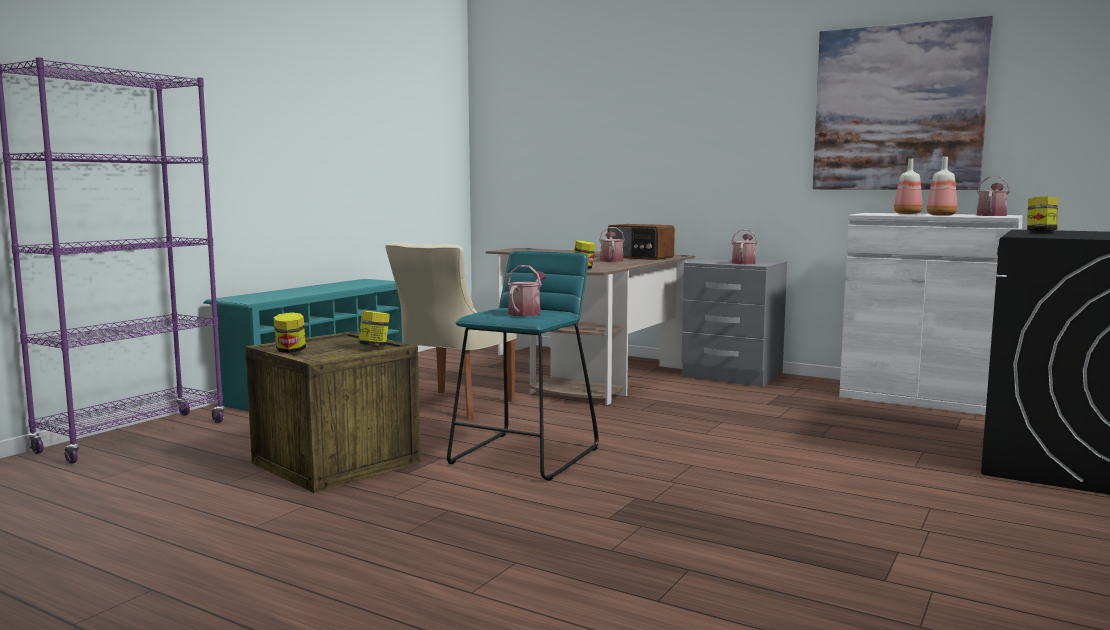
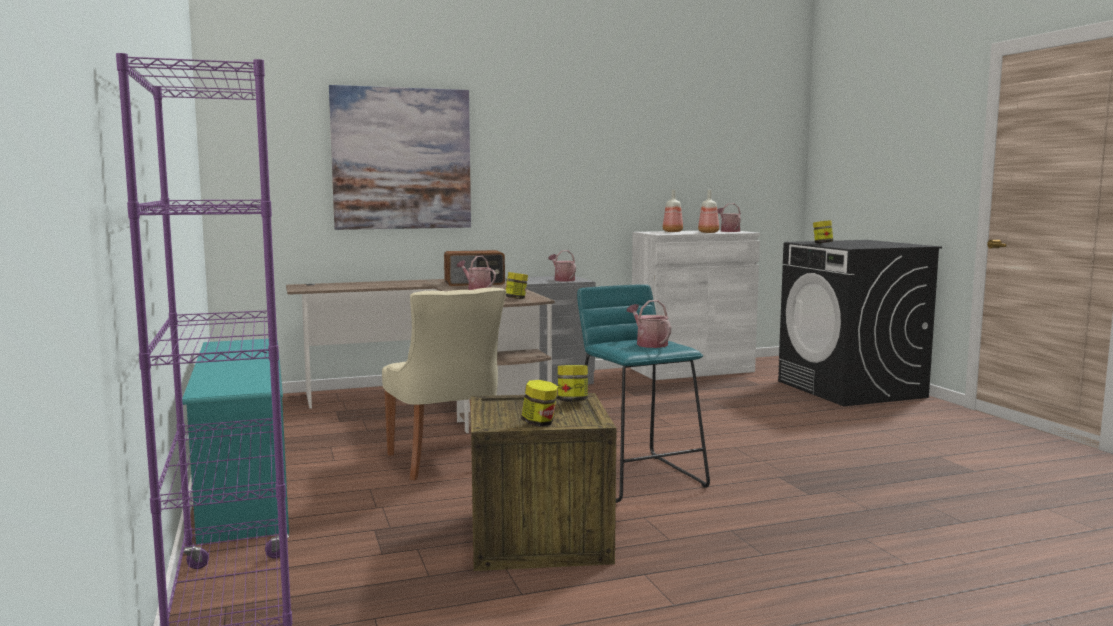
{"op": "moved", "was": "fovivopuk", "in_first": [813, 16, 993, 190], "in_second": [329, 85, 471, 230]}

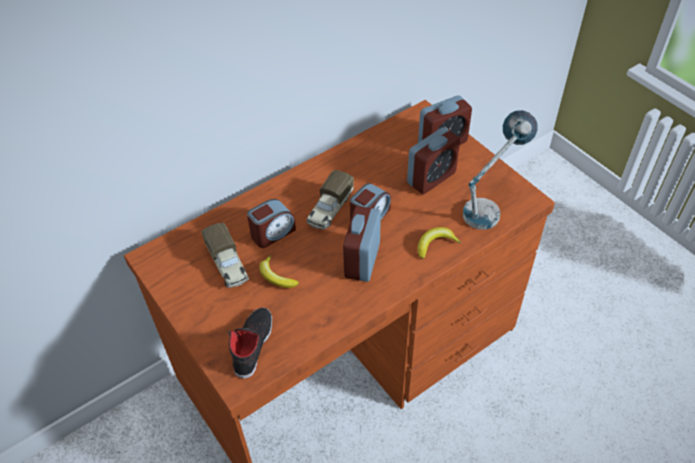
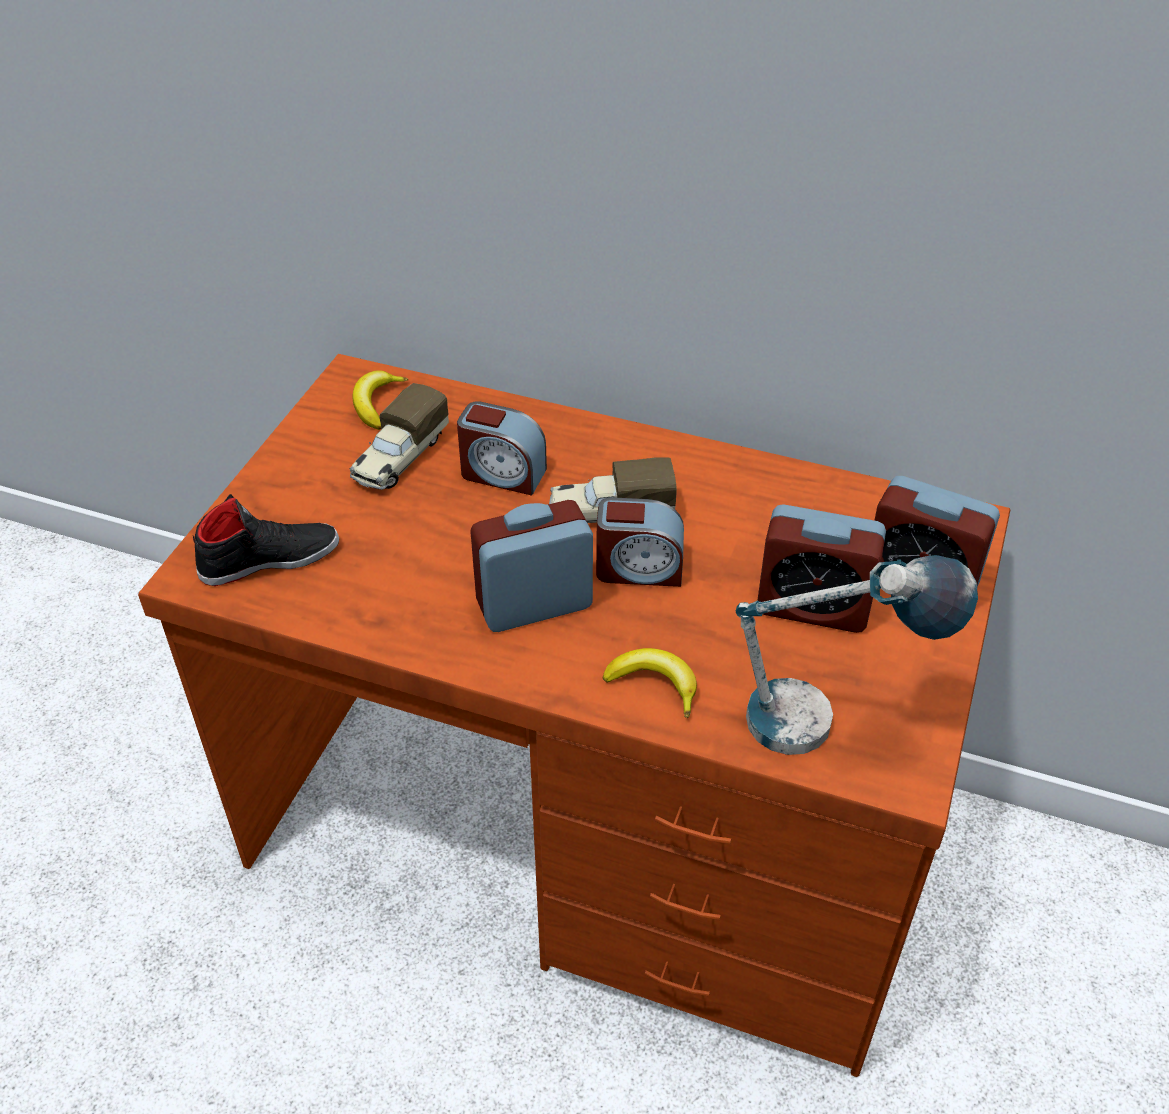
{"op": "moved", "was": "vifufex", "in_first": [259, 256, 299, 288], "in_second": [353, 370, 408, 430]}

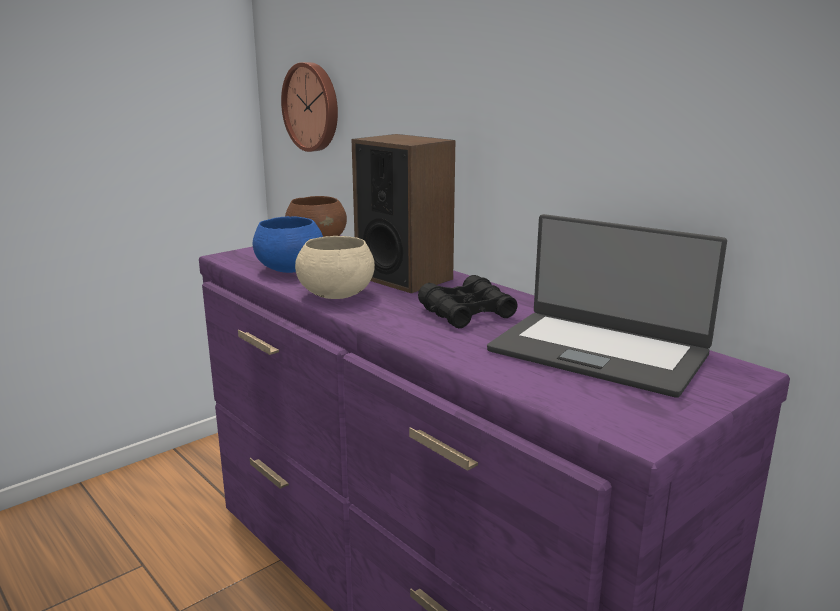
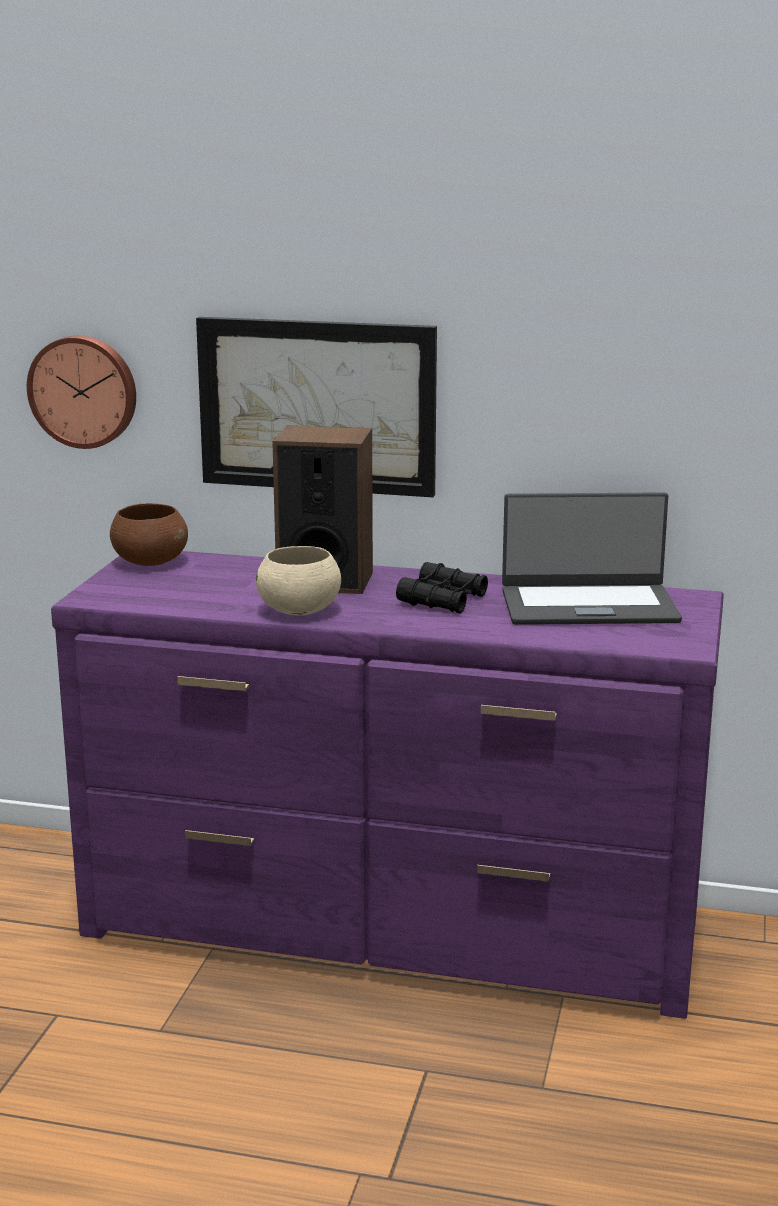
{"op": "removed", "was": "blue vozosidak", "in_first": [253, 216, 323, 273]}
{"op": "added", "now": "fovivopuk", "in_second": [196, 317, 437, 497]}

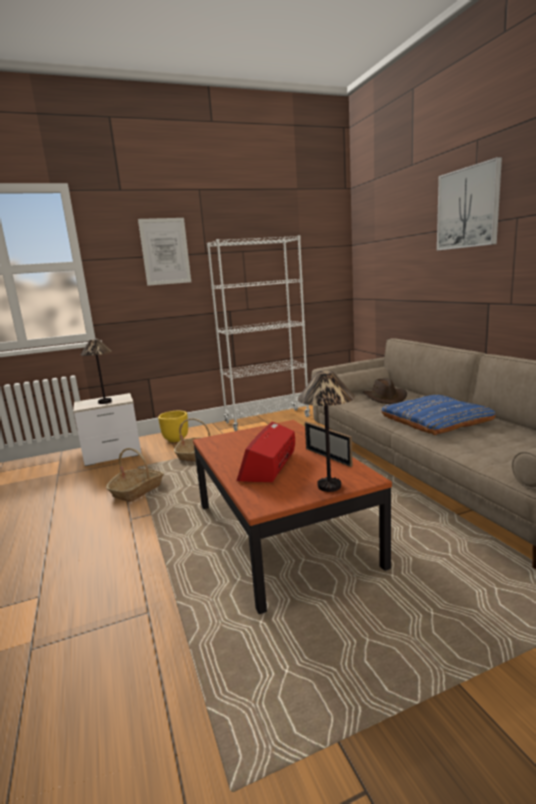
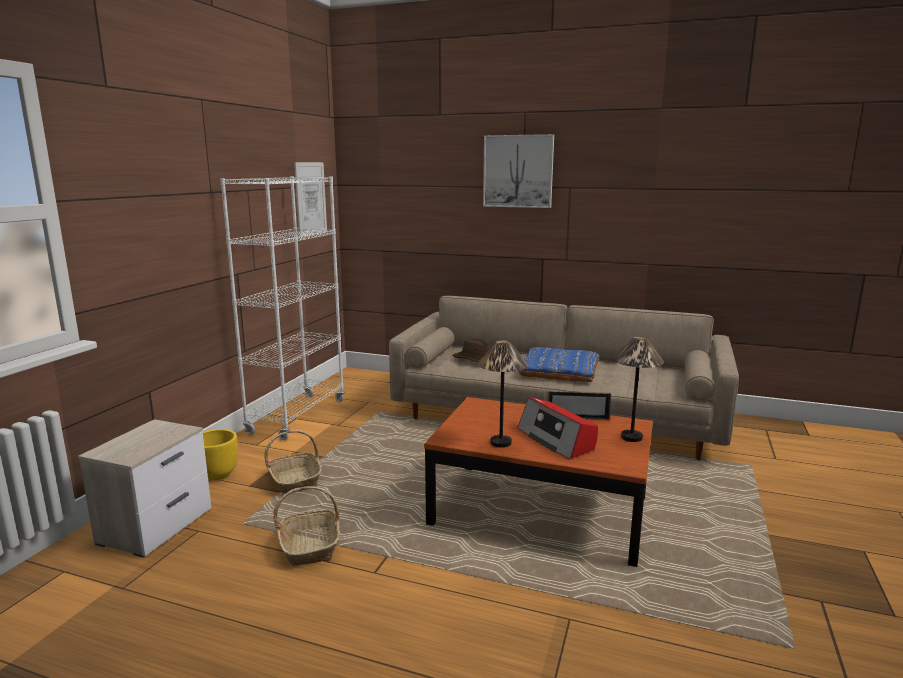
{"op": "moved", "was": "fovivopuk", "in_first": [138, 218, 191, 286], "in_second": [294, 162, 327, 236]}
{"op": "moved", "was": "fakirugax", "in_first": [81, 339, 112, 404], "in_second": [478, 340, 528, 448]}

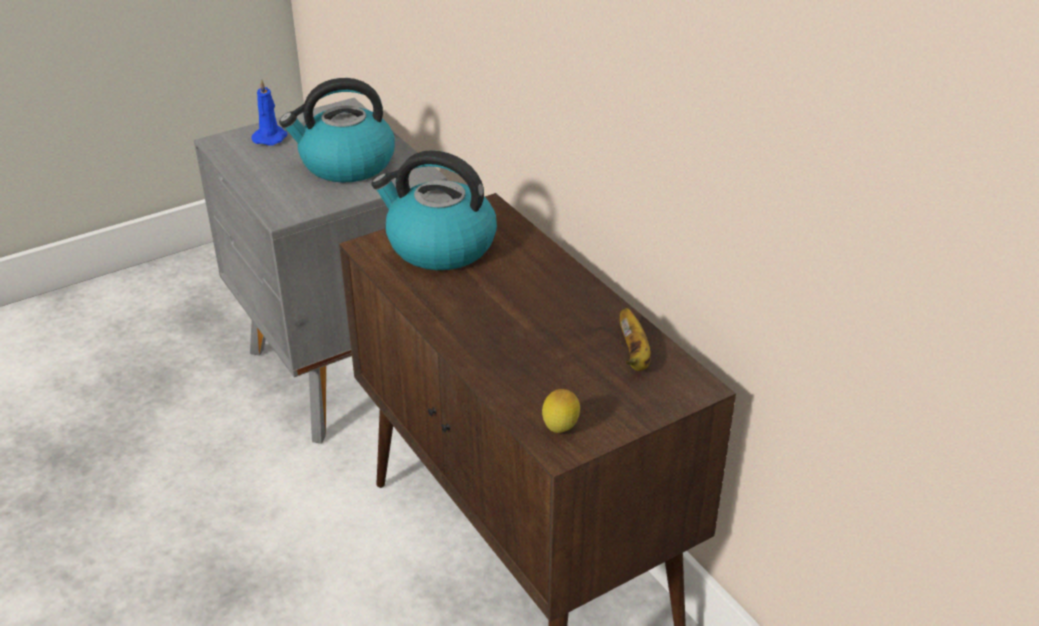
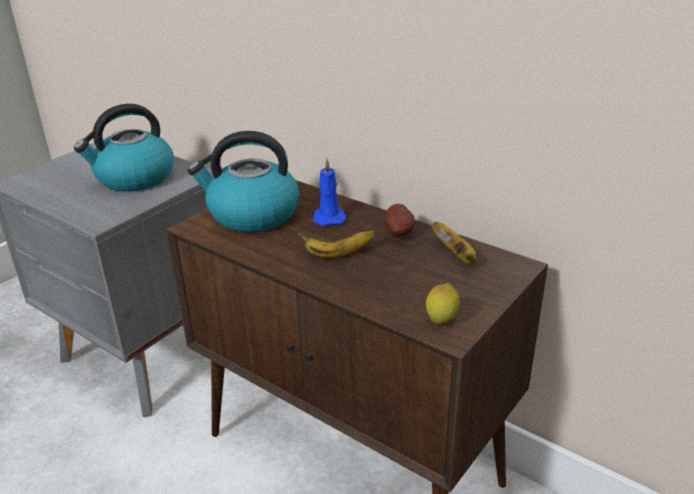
{"op": "moved", "was": "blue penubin", "in_first": [251, 78, 288, 146], "in_second": [313, 158, 347, 226]}
{"op": "added", "now": "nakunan", "in_second": [385, 204, 415, 236]}
{"op": "added", "now": "vifufex", "in_second": [296, 230, 375, 258]}

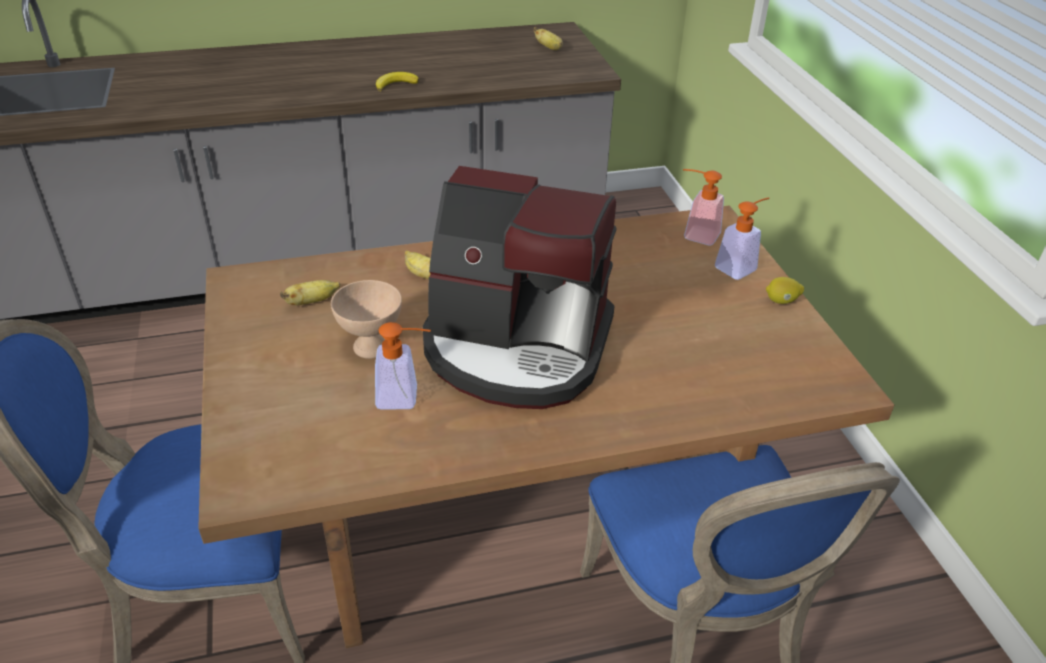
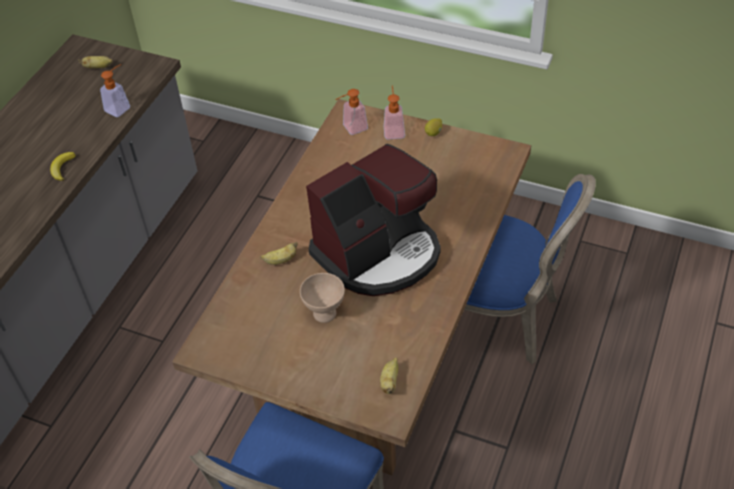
{"op": "moved", "was": "vifufex", "in_first": [280, 280, 340, 306], "in_second": [380, 357, 398, 394]}
{"op": "moved", "was": "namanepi", "in_first": [375, 322, 431, 410], "in_second": [100, 64, 130, 117]}

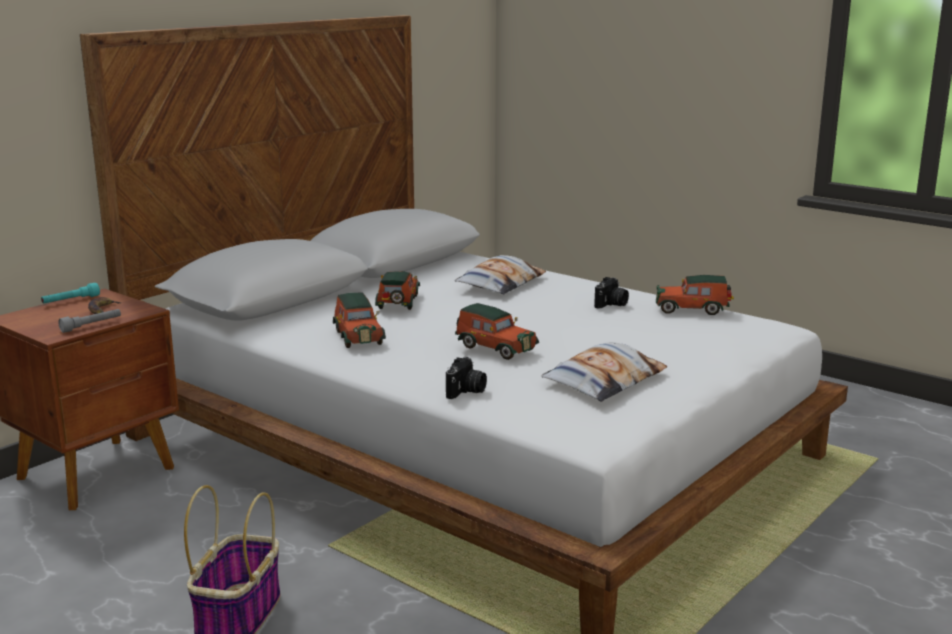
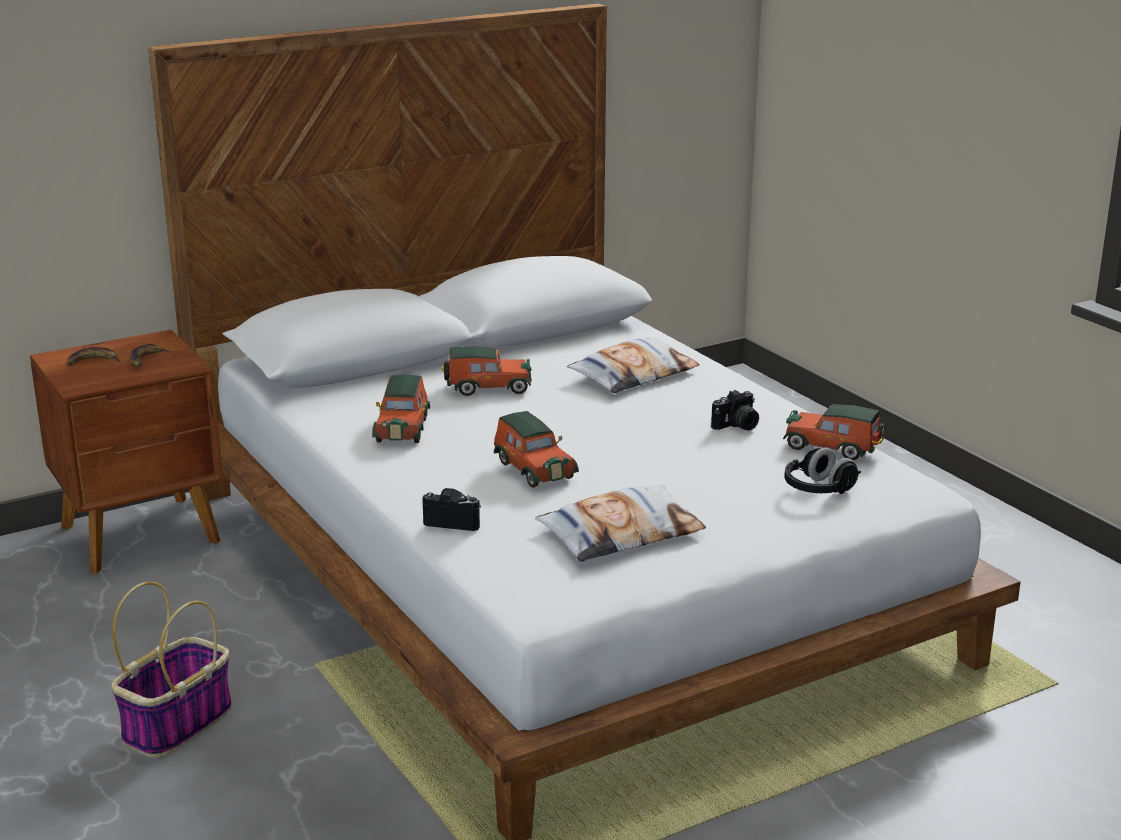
{"op": "turned", "was": "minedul", "in_first": [375, 271, 420, 310], "in_second": [441, 346, 532, 396], "clockwise": 60}
{"op": "removed", "was": "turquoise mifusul", "in_first": [41, 283, 100, 304]}
{"op": "removed", "was": "grey mifusul", "in_first": [58, 309, 121, 333]}
{"op": "turned", "was": "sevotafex", "in_first": [446, 357, 487, 399], "in_second": [422, 488, 481, 531], "clockwise": -120}
{"op": "added", "now": "vifufex", "in_second": [67, 347, 120, 366]}
{"op": "added", "now": "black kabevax", "in_second": [784, 447, 861, 494]}

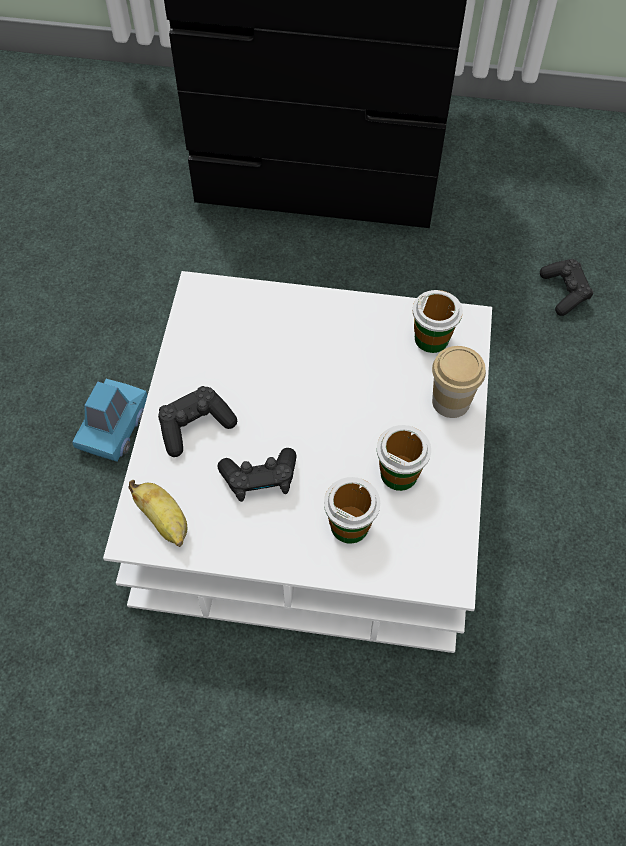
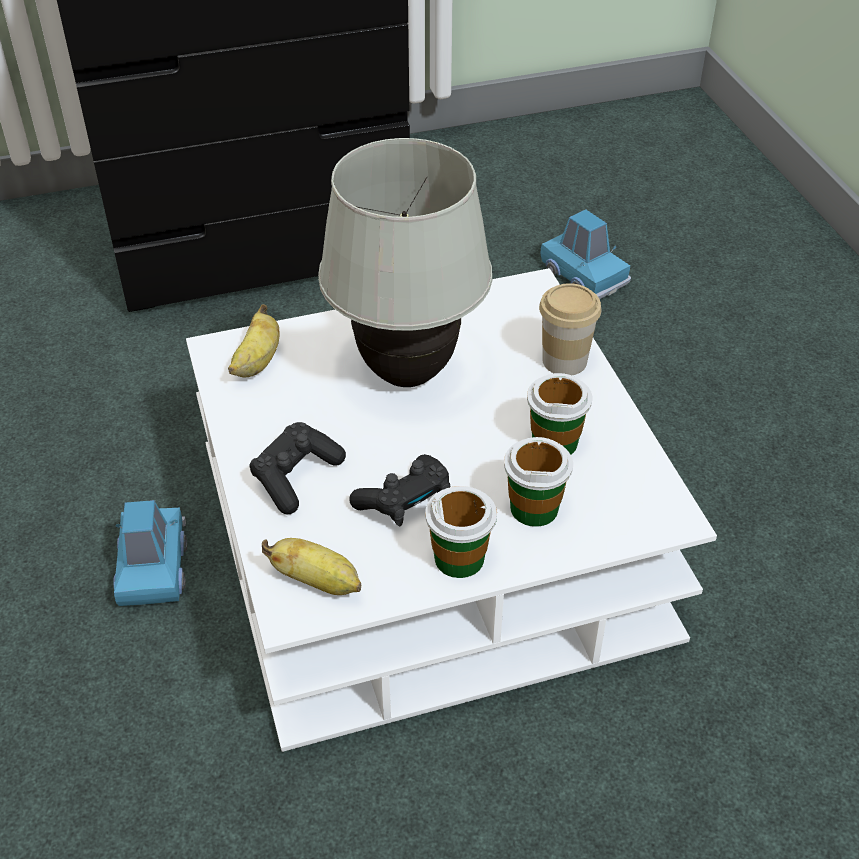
{"op": "replaced", "was": "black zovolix", "now": "blue minedul", "in_first": [540, 259, 593, 316], "in_second": [540, 209, 631, 299]}
{"op": "moved", "was": "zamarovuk", "in_first": [412, 290, 463, 353], "in_second": [425, 486, 497, 578]}
{"op": "added", "now": "white fakirugax", "in_second": [318, 138, 492, 387]}
{"op": "added", "now": "vifufex", "in_second": [228, 304, 279, 377]}

